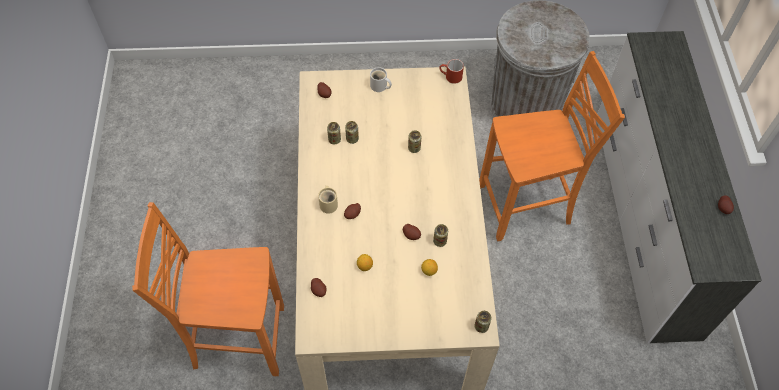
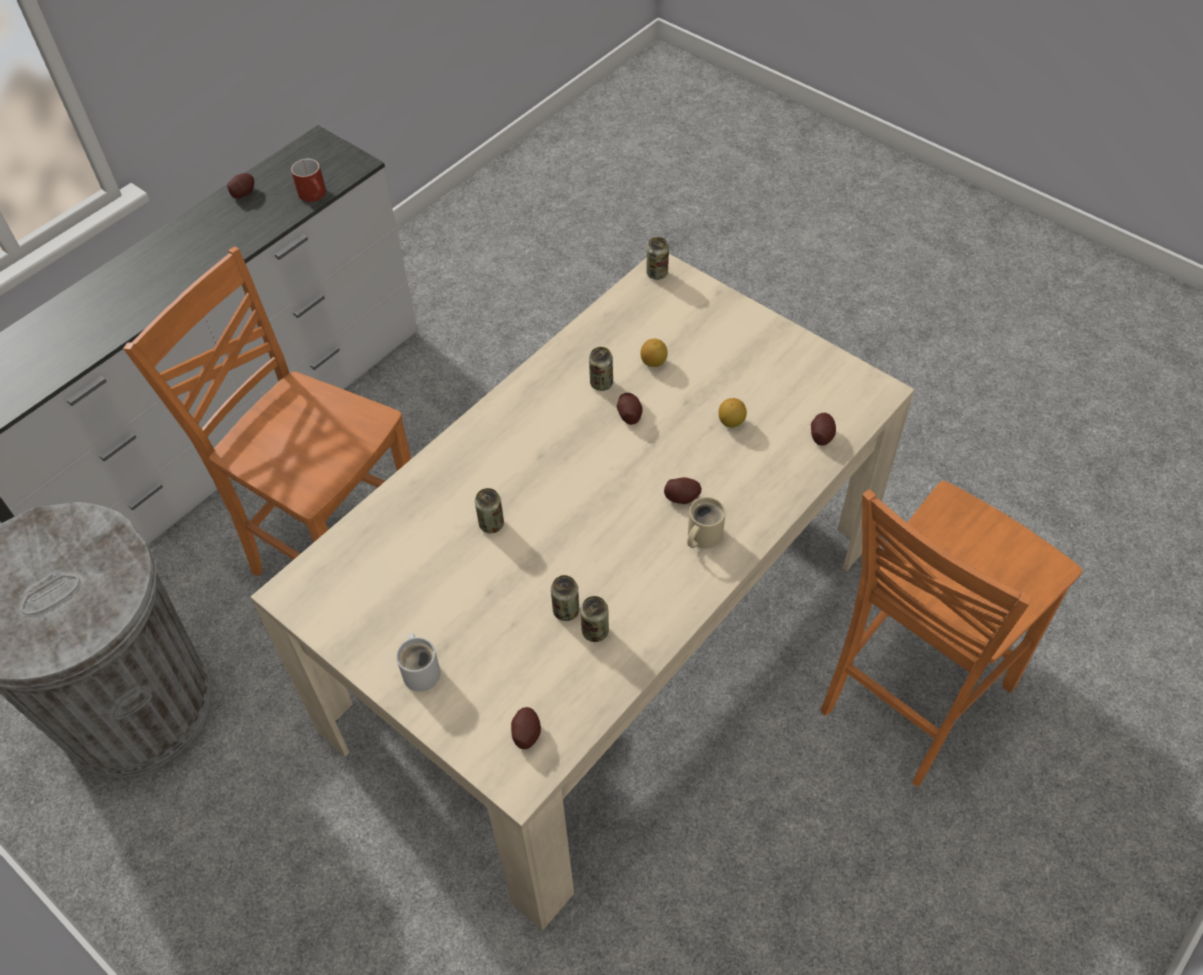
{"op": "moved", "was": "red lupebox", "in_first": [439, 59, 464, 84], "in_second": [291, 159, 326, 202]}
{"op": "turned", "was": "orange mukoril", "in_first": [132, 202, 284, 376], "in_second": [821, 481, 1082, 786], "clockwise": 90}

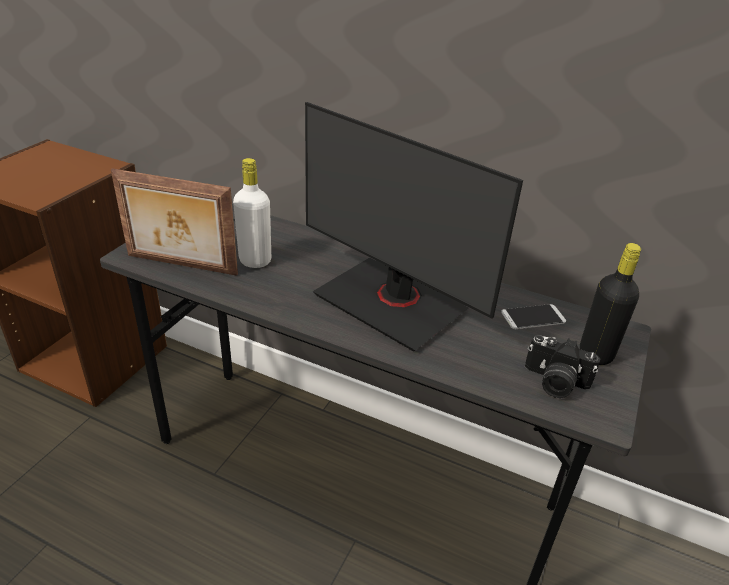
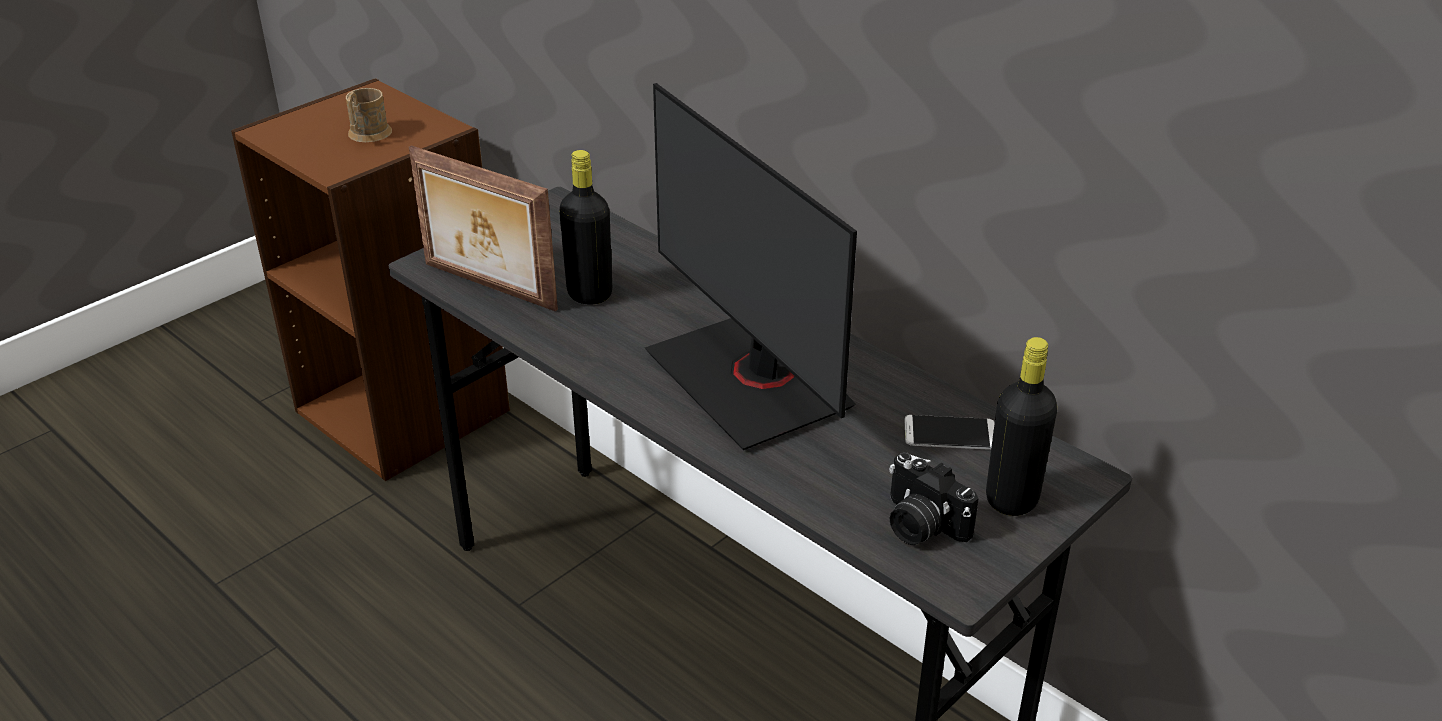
{"op": "recoloured", "was": "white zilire", "now": "black zilire", "in_first": [233, 158, 271, 268], "in_second": [559, 150, 612, 305]}
{"op": "added", "now": "brown lupebox", "in_second": [346, 88, 392, 142]}

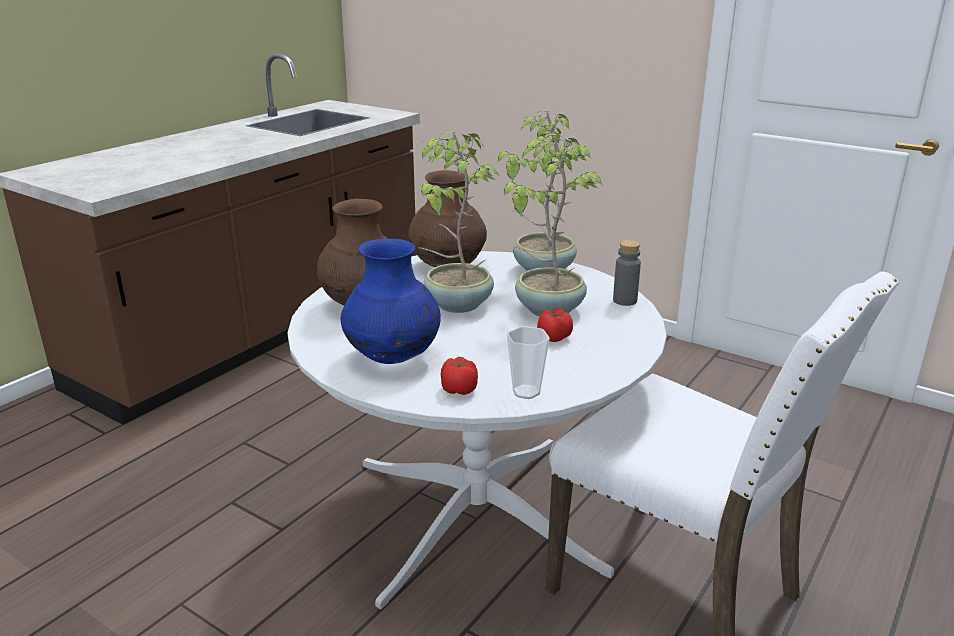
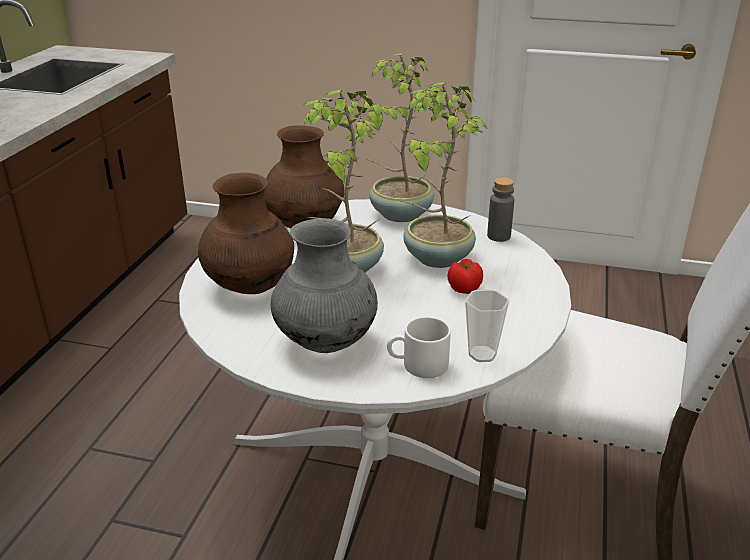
{"op": "recoloured", "was": "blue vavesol", "now": "grey vavesol", "in_first": [341, 239, 441, 364], "in_second": [271, 218, 378, 353]}
{"op": "replaced", "was": "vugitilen", "now": "white lupebox", "in_first": [441, 357, 478, 395], "in_second": [387, 317, 451, 378]}

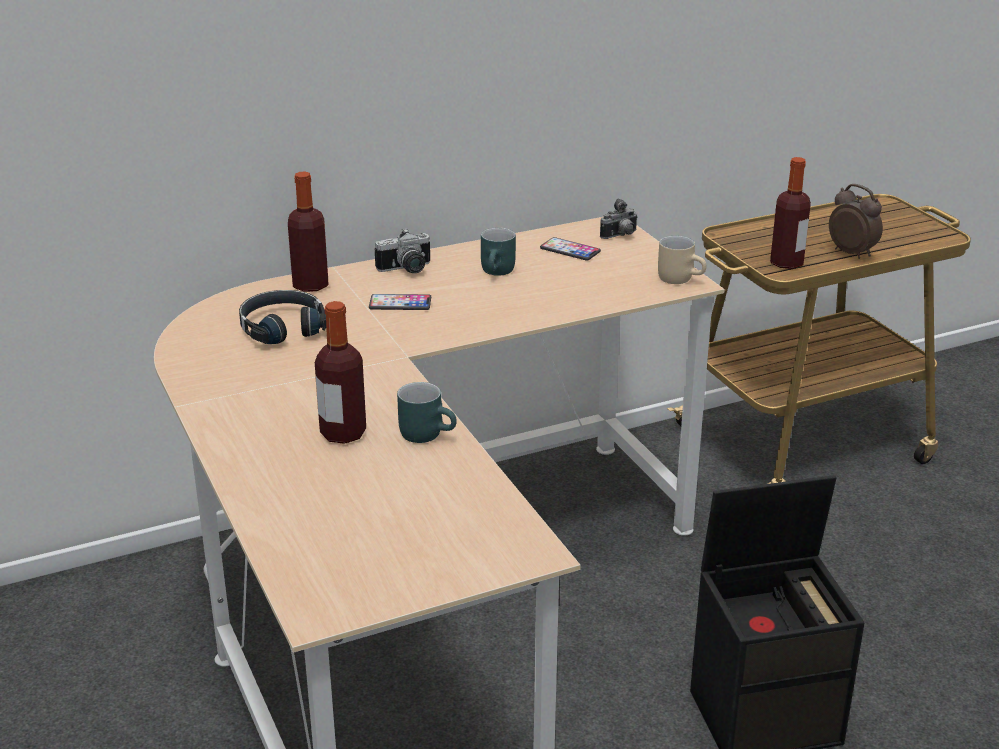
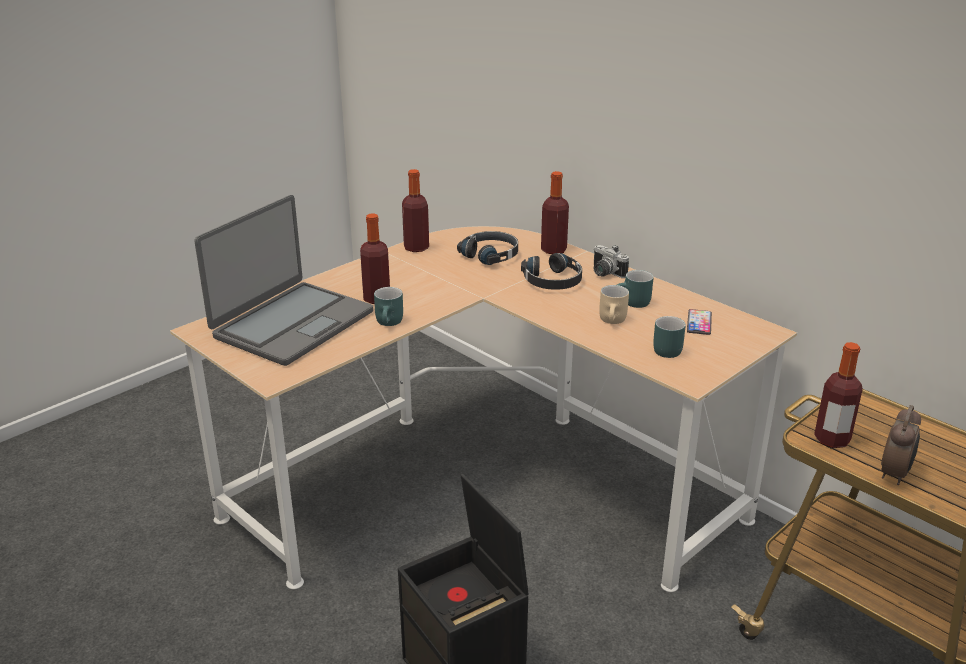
{"op": "removed", "was": "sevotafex", "in_first": [600, 198, 638, 239]}
{"op": "moved", "was": "beige lupebox", "in_first": [658, 236, 707, 284], "in_second": [599, 285, 629, 324]}
{"op": "replaced", "was": "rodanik", "now": "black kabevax", "in_first": [369, 294, 431, 310], "in_second": [521, 253, 582, 290]}
{"op": "added", "now": "zilire", "in_second": [402, 169, 429, 252]}
{"op": "added", "now": "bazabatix", "in_second": [194, 195, 373, 366]}
{"op": "added", "now": "turquoise lupebox", "in_second": [653, 316, 686, 358]}

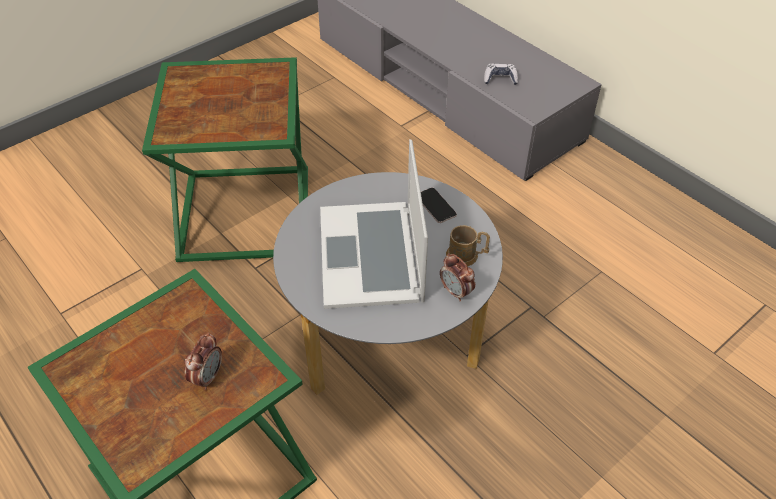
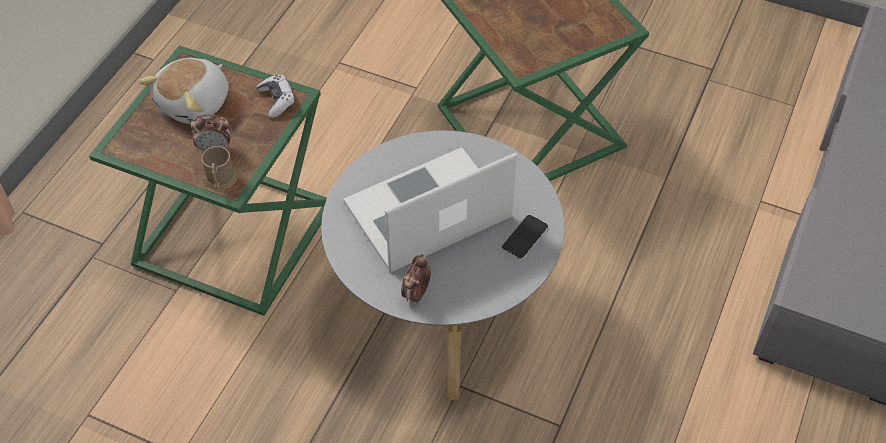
{"op": "moved", "was": "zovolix", "in_first": [484, 64, 518, 85], "in_second": [256, 75, 295, 118]}
{"op": "moved", "was": "brown lupebox", "in_first": [446, 225, 490, 267], "in_second": [201, 146, 238, 190]}
{"op": "added", "now": "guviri", "in_second": [138, 58, 229, 124]}

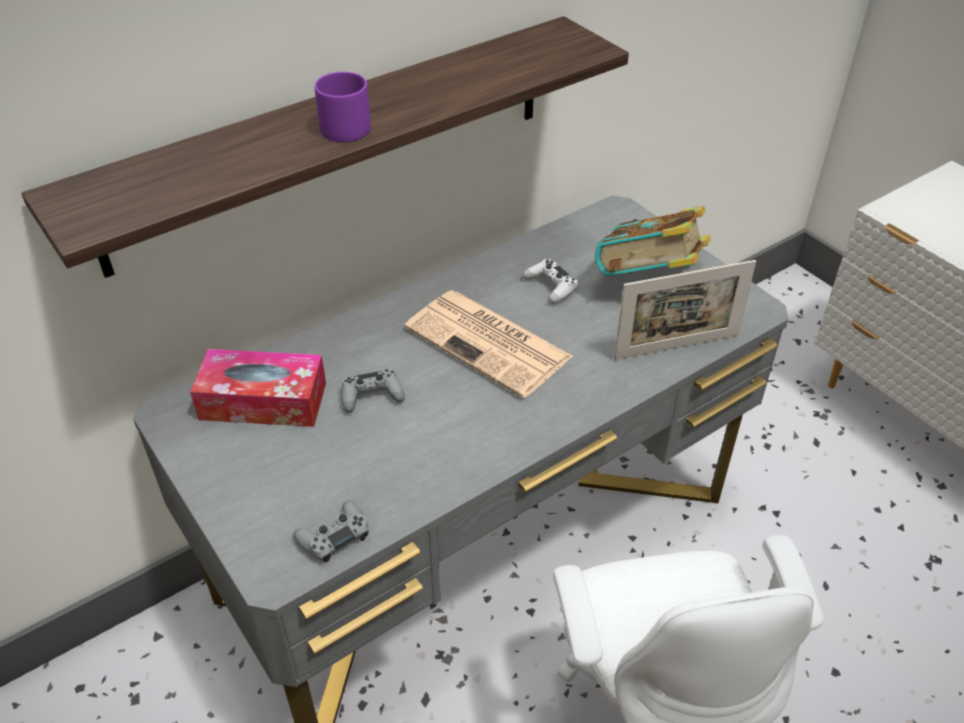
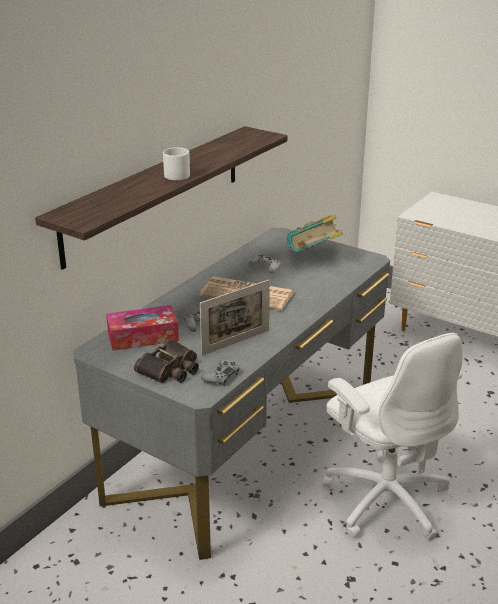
{"op": "recoloured", "was": "purple lupebox", "now": "white lupebox", "in_first": [314, 72, 371, 142], "in_second": [163, 148, 190, 180]}
{"op": "moved", "was": "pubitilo", "in_first": [614, 260, 756, 360], "in_second": [200, 280, 270, 356]}
{"op": "added", "now": "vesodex", "in_second": [134, 339, 199, 383]}

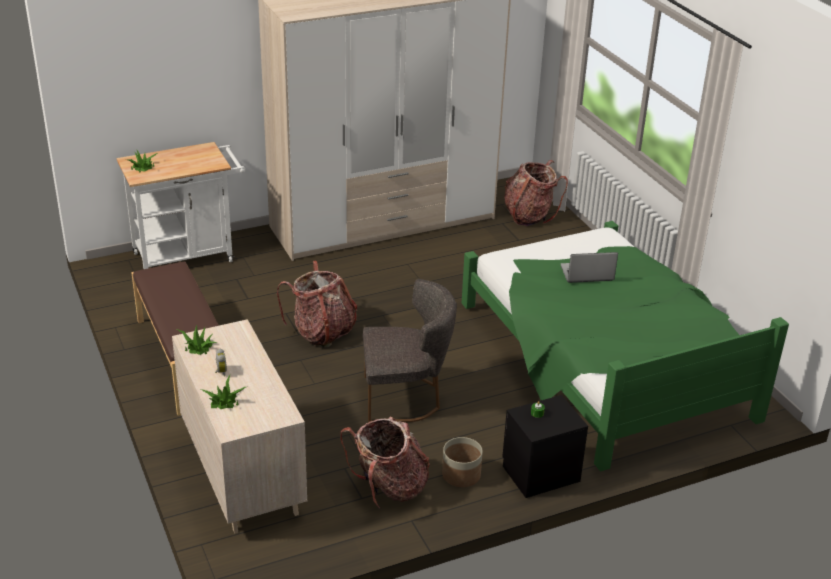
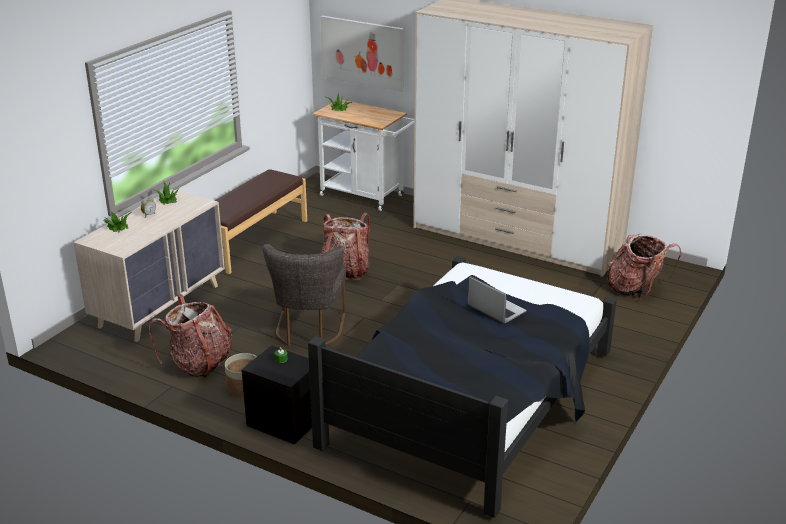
{"op": "recoloured", "was": "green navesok", "now": "black navesok", "in_first": [462, 221, 789, 471], "in_second": [308, 256, 617, 518]}
{"op": "turned", "was": "grey mukoril", "in_first": [363, 279, 457, 423], "in_second": [262, 244, 346, 346], "clockwise": 45}
{"op": "added", "now": "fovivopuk", "in_second": [320, 16, 404, 92]}

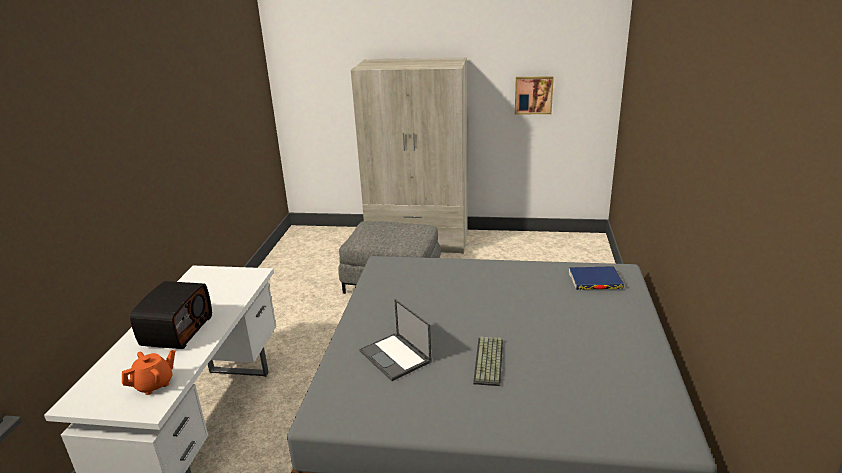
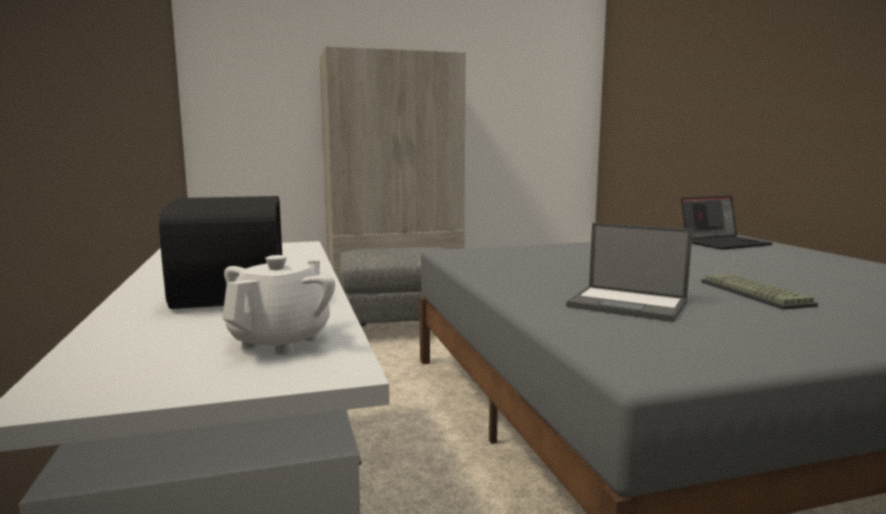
{"op": "removed", "was": "fovivopuk", "in_first": [515, 76, 554, 114]}
{"op": "replaced", "was": "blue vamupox", "now": "bazabatix", "in_first": [569, 266, 624, 290], "in_second": [681, 196, 773, 250]}
{"op": "recoloured", "was": "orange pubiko", "now": "white pubiko", "in_first": [122, 350, 175, 395], "in_second": [222, 255, 335, 355]}

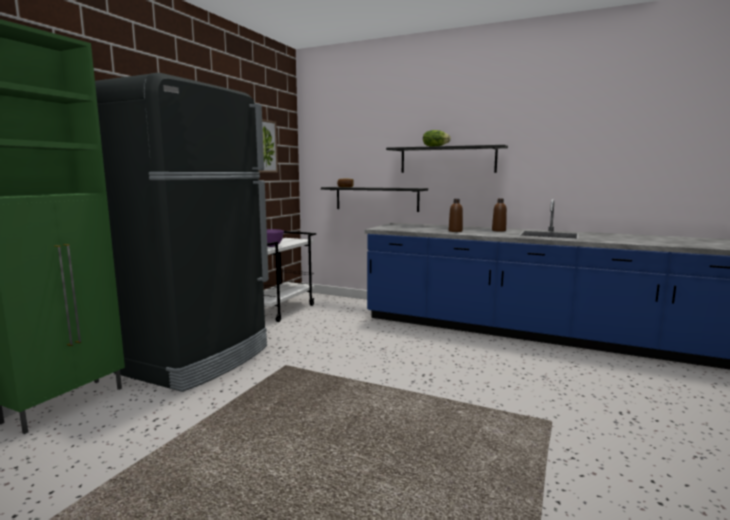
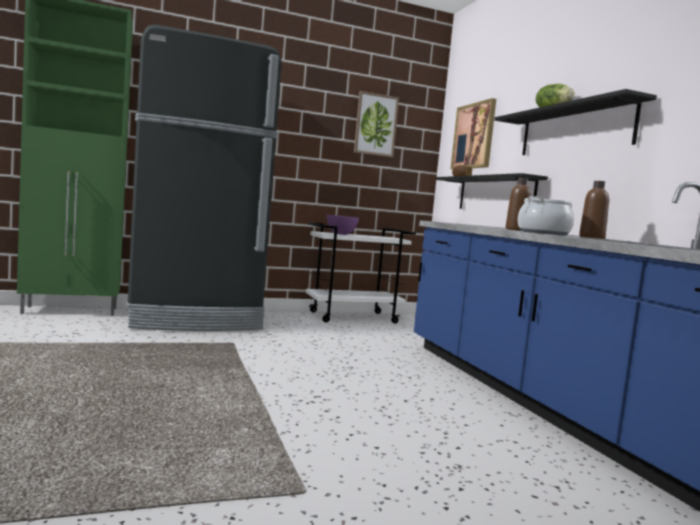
{"op": "added", "now": "fovivopuk", "in_second": [451, 98, 496, 169]}
{"op": "added", "now": "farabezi", "in_second": [518, 196, 574, 236]}

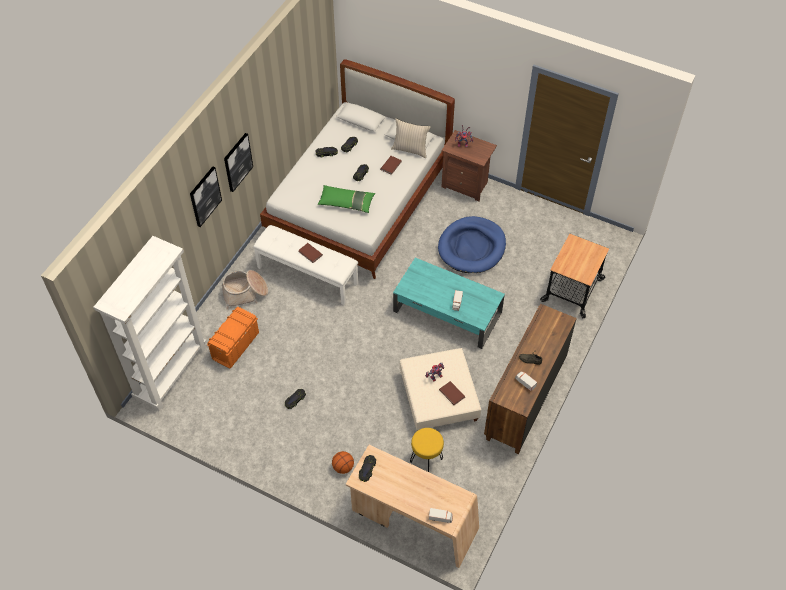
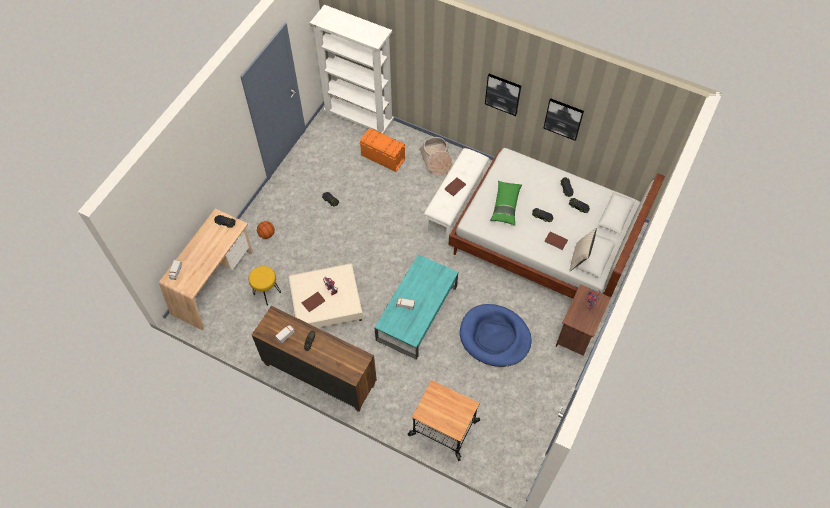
{"op": "moved", "was": "fovivopuk", "in_first": [190, 166, 222, 227], "in_second": [543, 98, 584, 141]}

